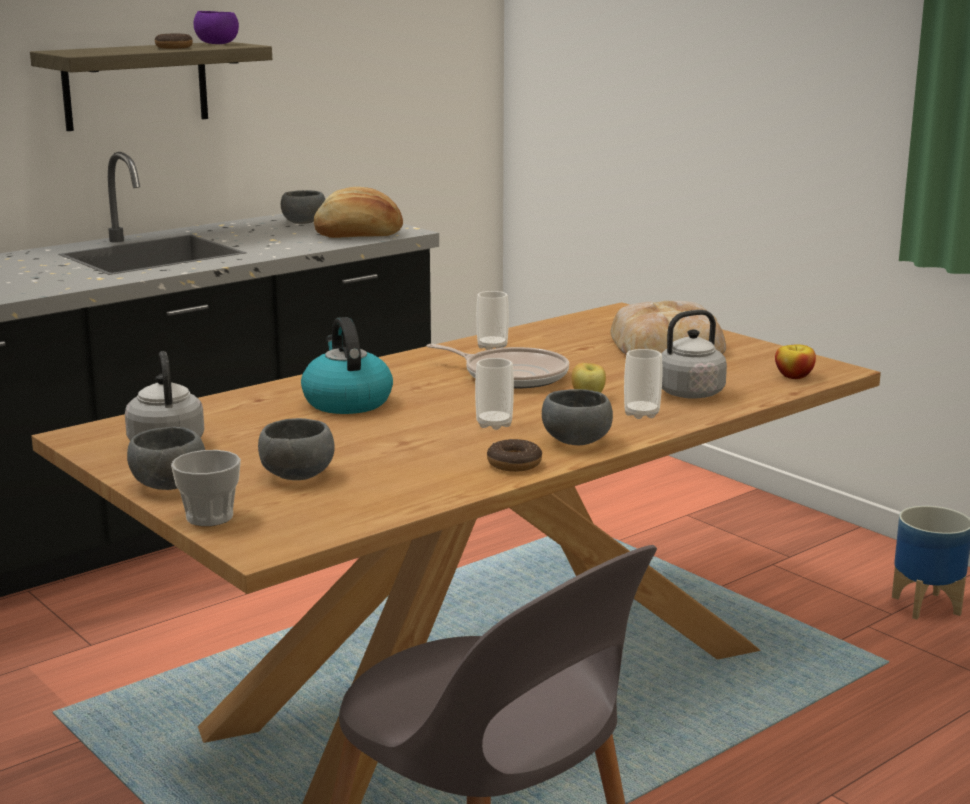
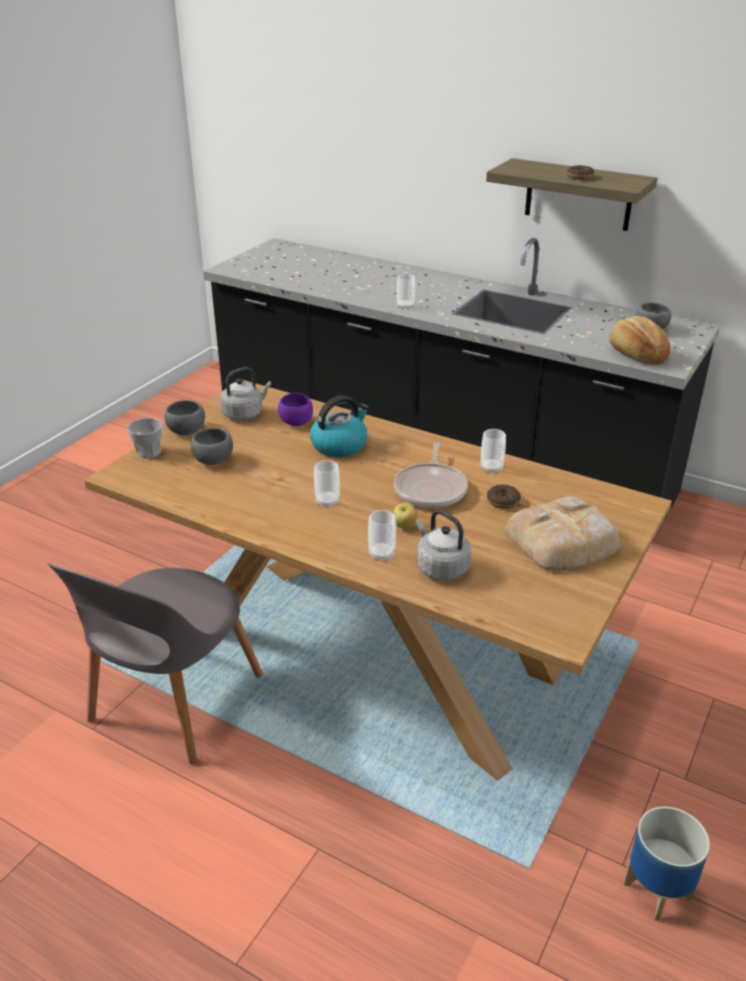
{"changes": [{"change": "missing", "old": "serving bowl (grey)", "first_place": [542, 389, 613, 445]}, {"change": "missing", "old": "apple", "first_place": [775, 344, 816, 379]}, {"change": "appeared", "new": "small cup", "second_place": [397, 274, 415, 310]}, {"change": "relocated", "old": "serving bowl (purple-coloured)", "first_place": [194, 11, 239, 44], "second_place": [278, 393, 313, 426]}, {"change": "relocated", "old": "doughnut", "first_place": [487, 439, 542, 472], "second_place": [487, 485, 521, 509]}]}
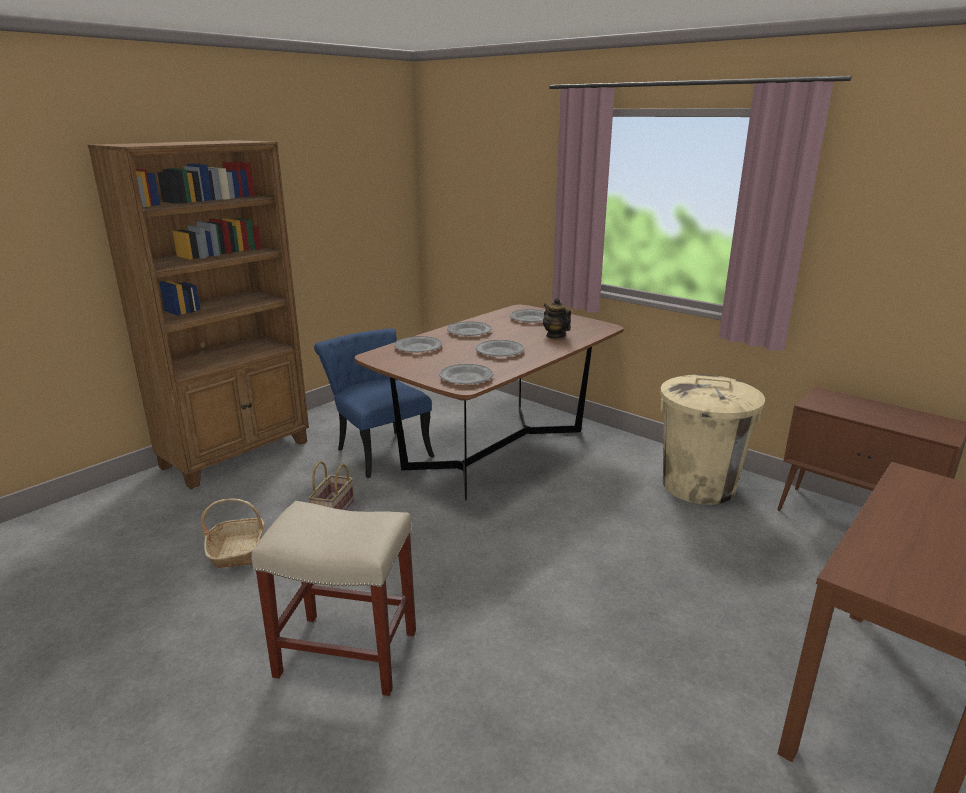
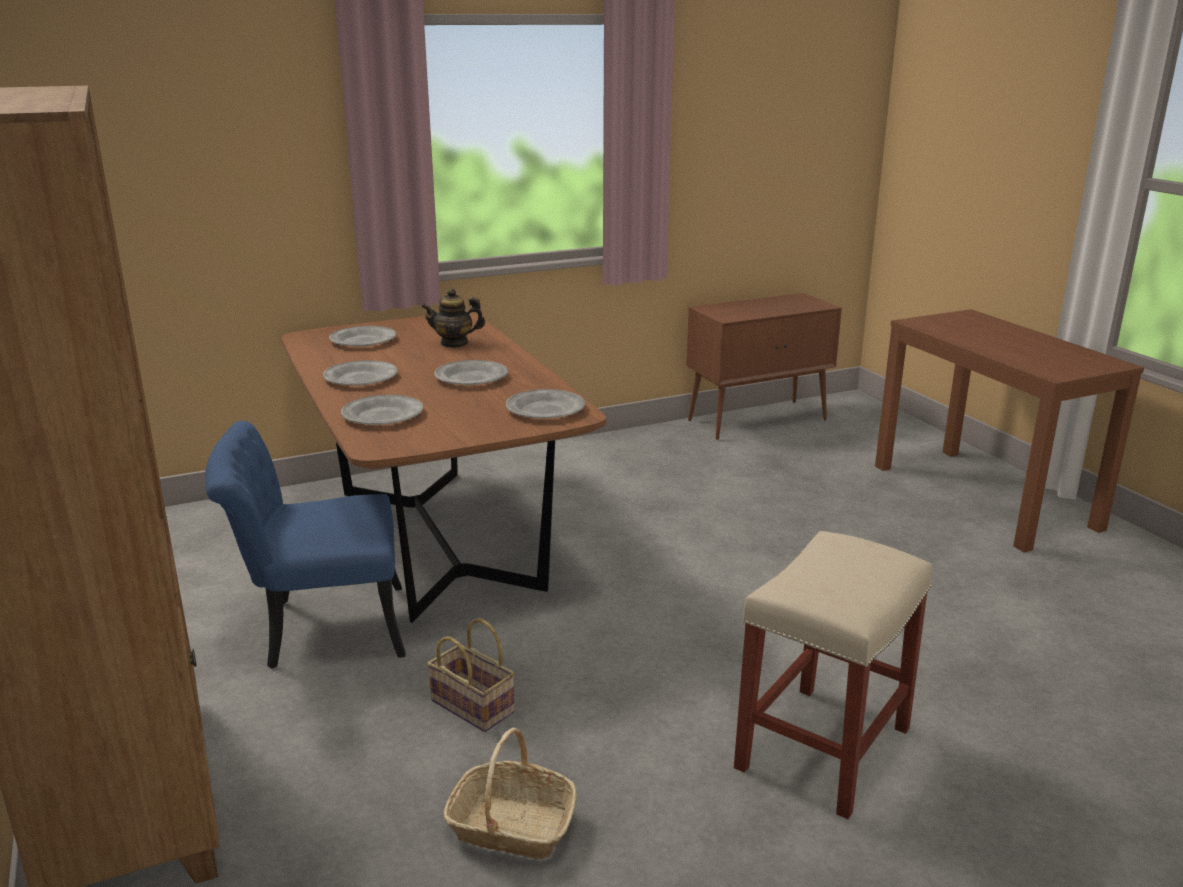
{"changes": [{"change": "missing", "old": "rubbish bin (beige-coloured)", "first_place": [660, 375, 765, 505]}]}
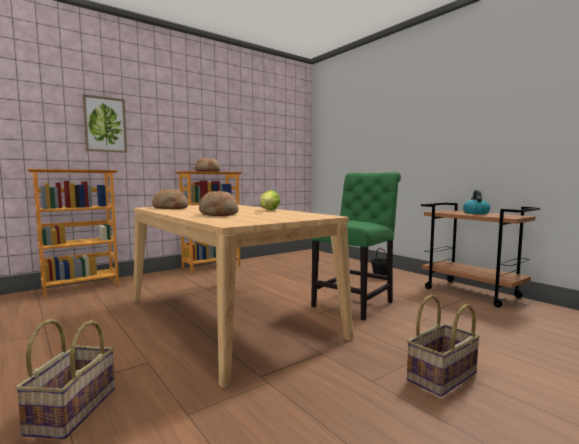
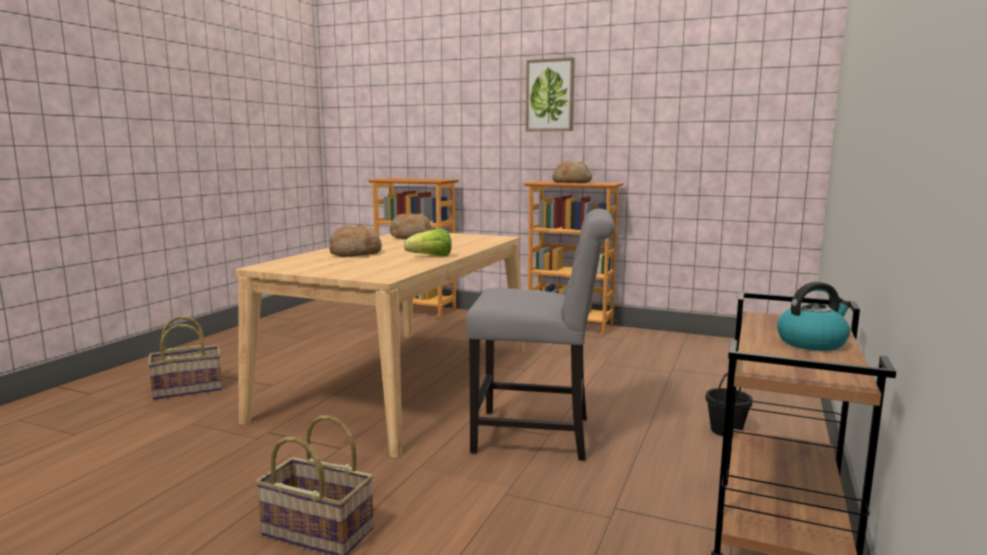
{"changes": [{"change": "relocated", "old": "wall picture", "first_place": [83, 94, 127, 153], "second_place": [526, 57, 575, 131]}, {"change": "colour", "old": "plain chair (green-coloured)", "new": "plain chair (grey)", "first_place": [311, 172, 401, 321], "second_place": [466, 209, 615, 461]}]}
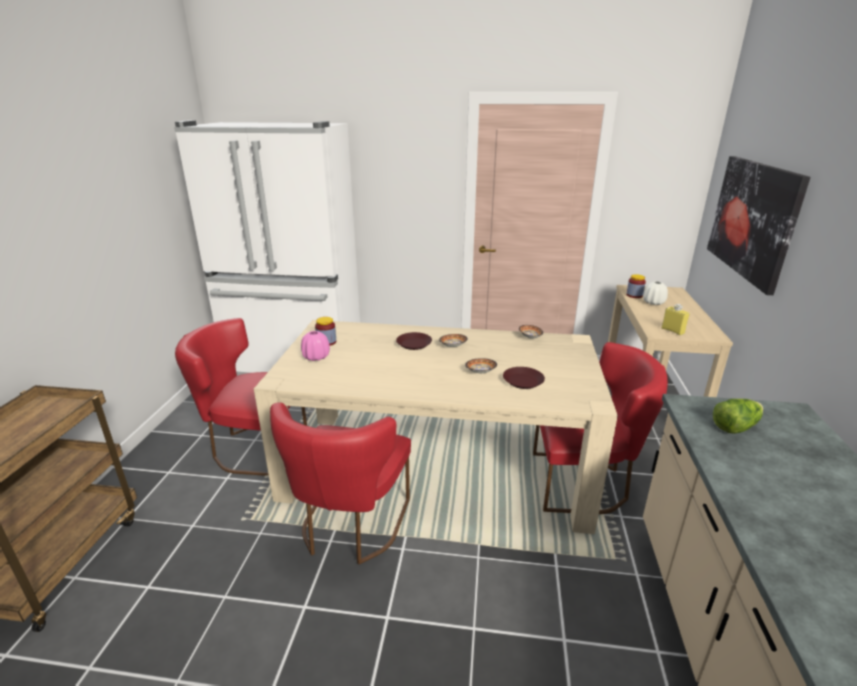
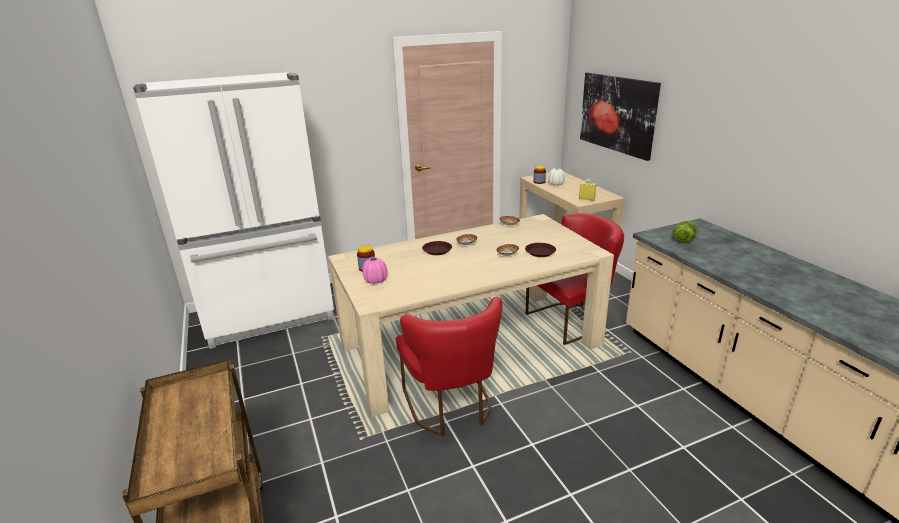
{"changes": [{"change": "missing", "old": "plain chair (reddish)", "first_place": [175, 318, 307, 476]}]}
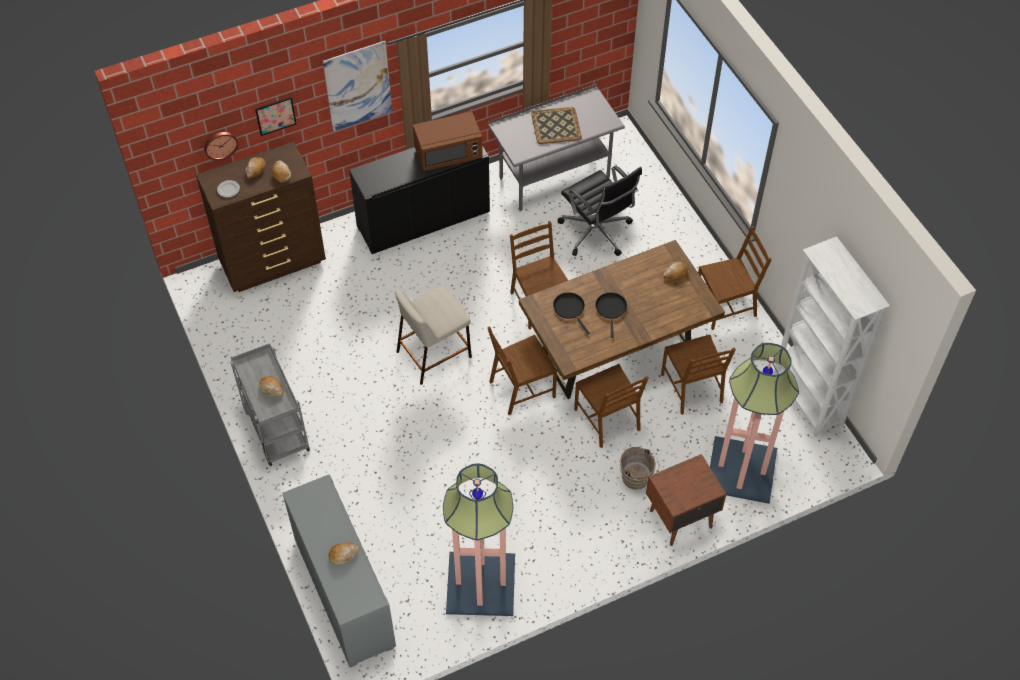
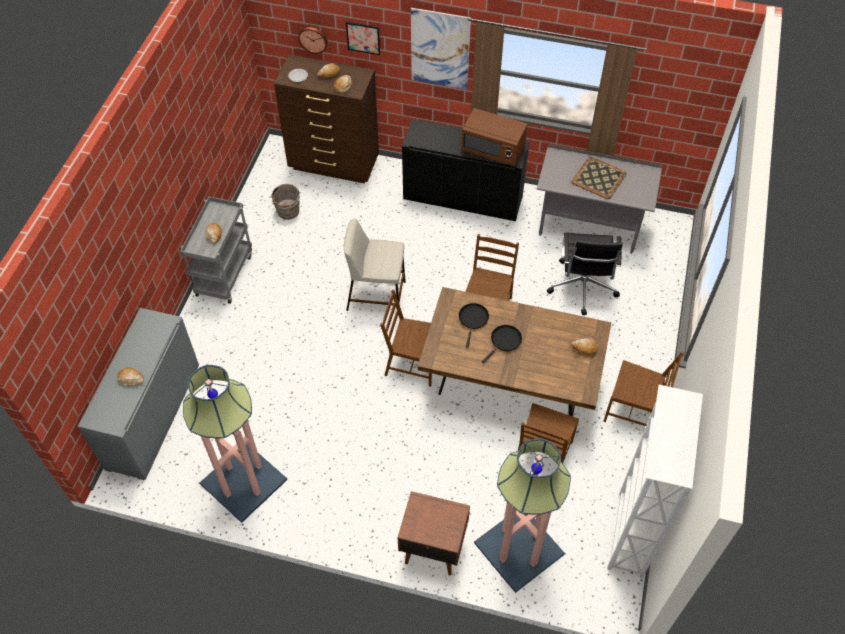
{"changes": [{"change": "missing", "old": "plain chair (brownish)", "first_place": [574, 364, 648, 448]}, {"change": "relocated", "old": "water bucket (brownish)", "first_place": [620, 447, 659, 490], "second_place": [270, 184, 301, 220]}]}
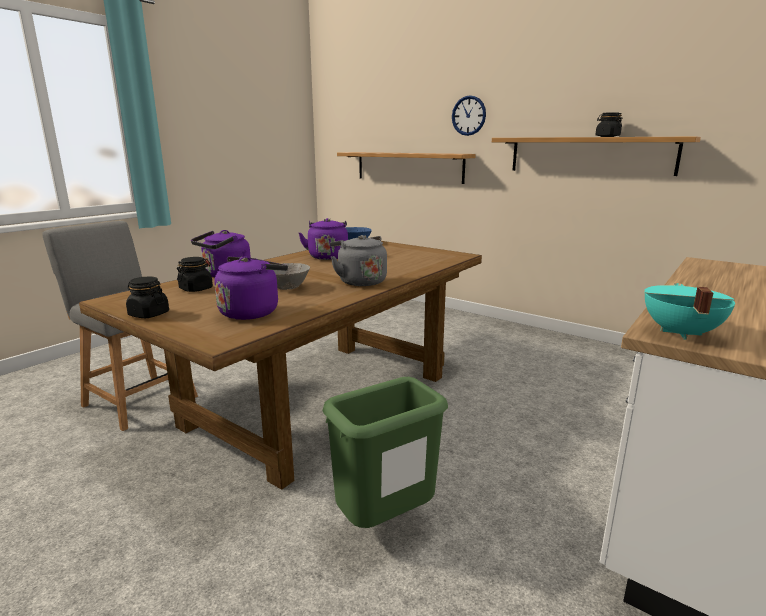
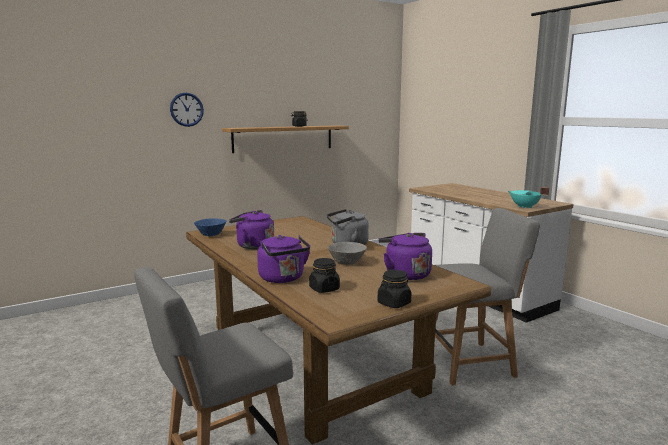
{"changes": [{"change": "missing", "old": "shelf", "first_place": [337, 152, 476, 184]}, {"change": "exchanged", "old": "rubbish bin (green-coloured)", "new": "plain chair (grey)", "first_place": [322, 377, 448, 528], "second_place": [435, 208, 540, 386]}]}
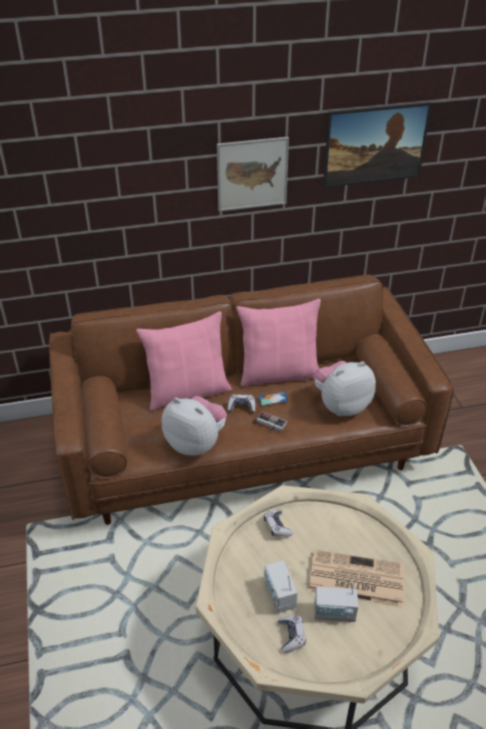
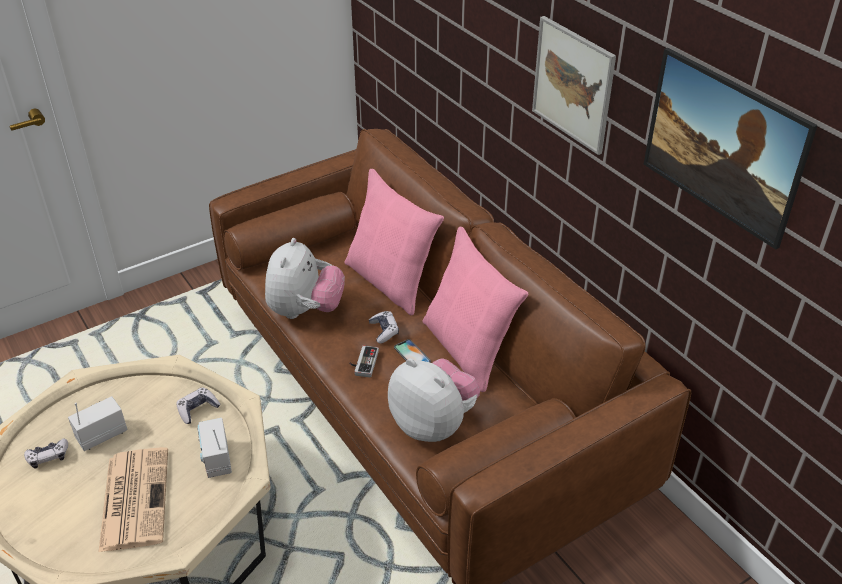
{"changes": [{"change": "relocated", "old": "radio set", "first_place": [315, 581, 358, 622], "second_place": [197, 418, 232, 478]}]}
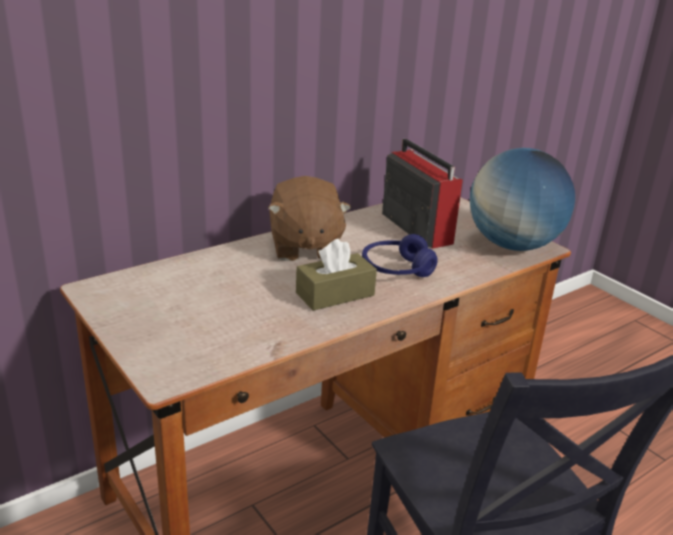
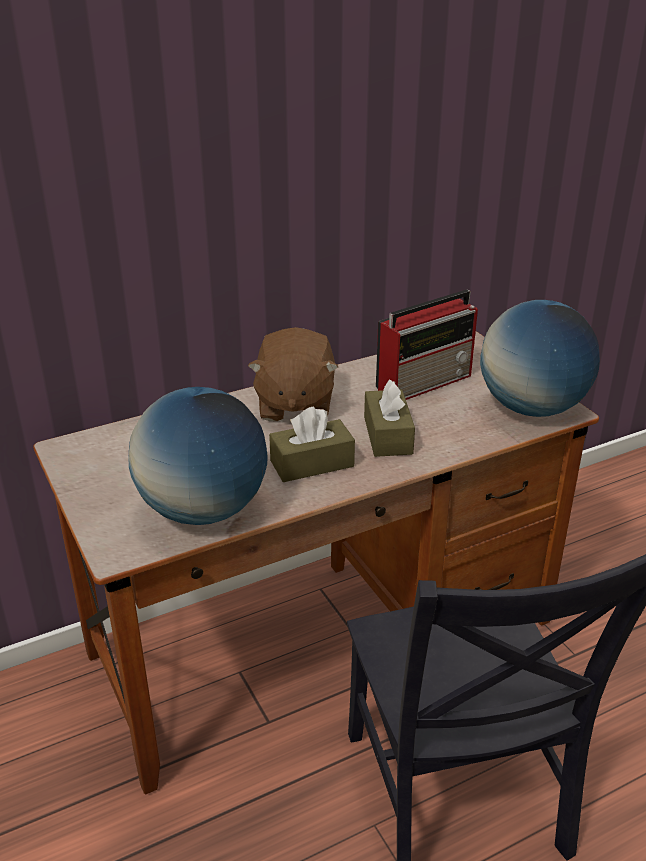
{"changes": [{"change": "appeared", "new": "world globe", "second_place": [128, 387, 268, 525]}, {"change": "exchanged", "old": "headphones (bluish)", "new": "tissue box (brownish)", "first_place": [362, 234, 438, 277], "second_place": [364, 380, 415, 457]}, {"change": "spun", "old": "radio set", "first_place": [382, 139, 463, 249], "second_place": [376, 289, 478, 400], "degrees": 75}]}
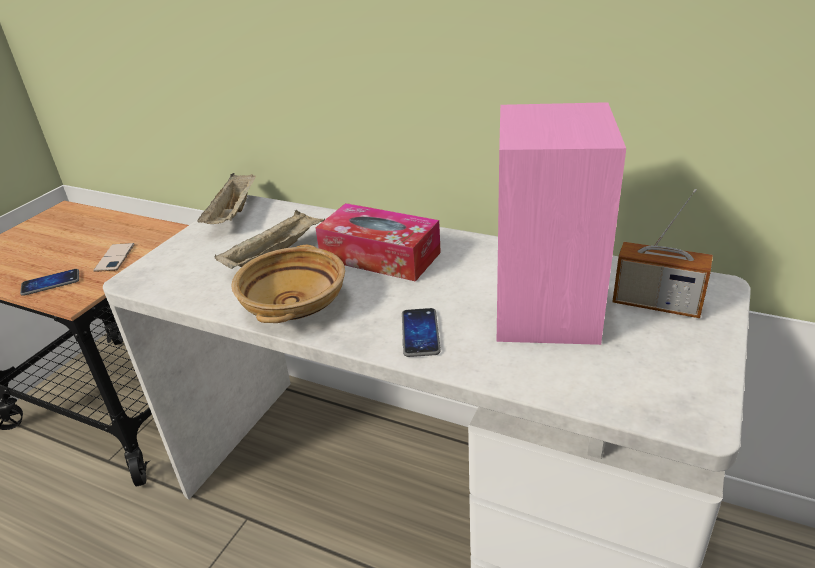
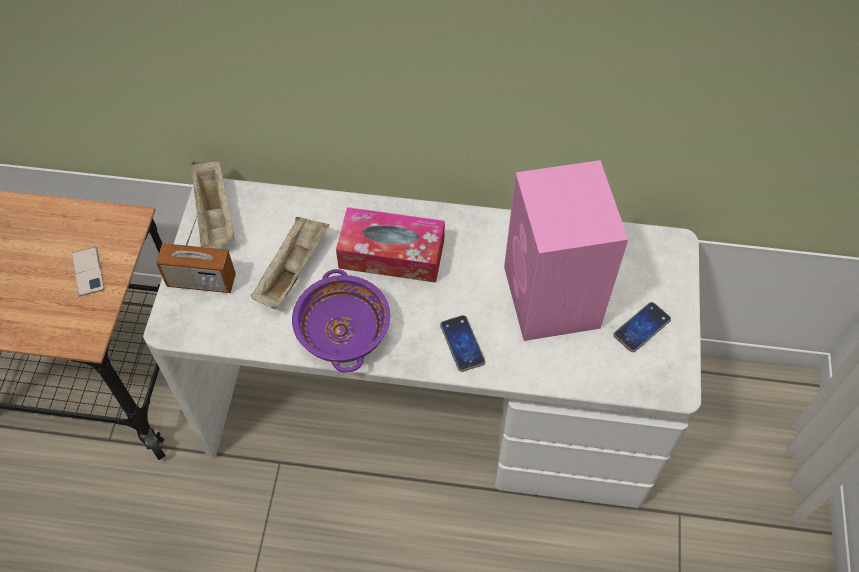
{"changes": [{"change": "relocated", "old": "handset", "first_place": [20, 269, 79, 296], "second_place": [613, 302, 671, 352]}, {"change": "relocated", "old": "radio set", "first_place": [612, 189, 713, 318], "second_place": [156, 214, 236, 293]}, {"change": "colour", "old": "serving bowl (beige-coloured)", "new": "serving bowl (purple-coloured)", "first_place": [231, 245, 345, 323], "second_place": [292, 269, 390, 373]}]}
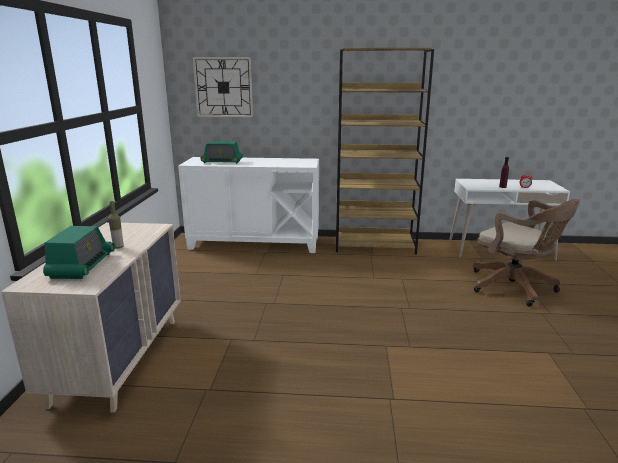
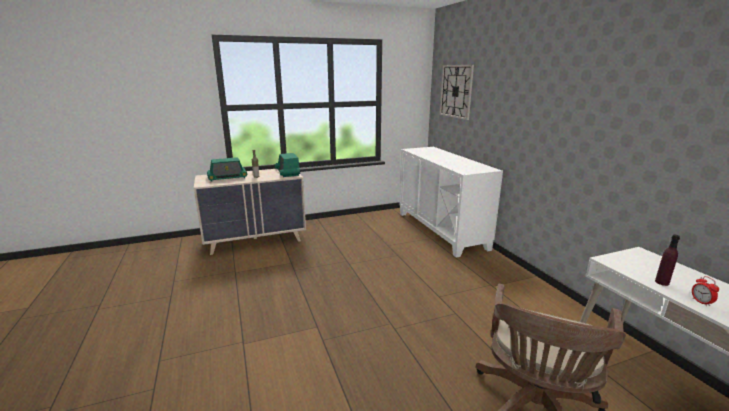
{"changes": [{"change": "missing", "old": "bookshelf (brownish)", "first_place": [336, 48, 434, 255]}, {"change": "relocated", "old": "radio set", "first_place": [200, 141, 243, 164], "second_place": [275, 153, 300, 177]}]}
